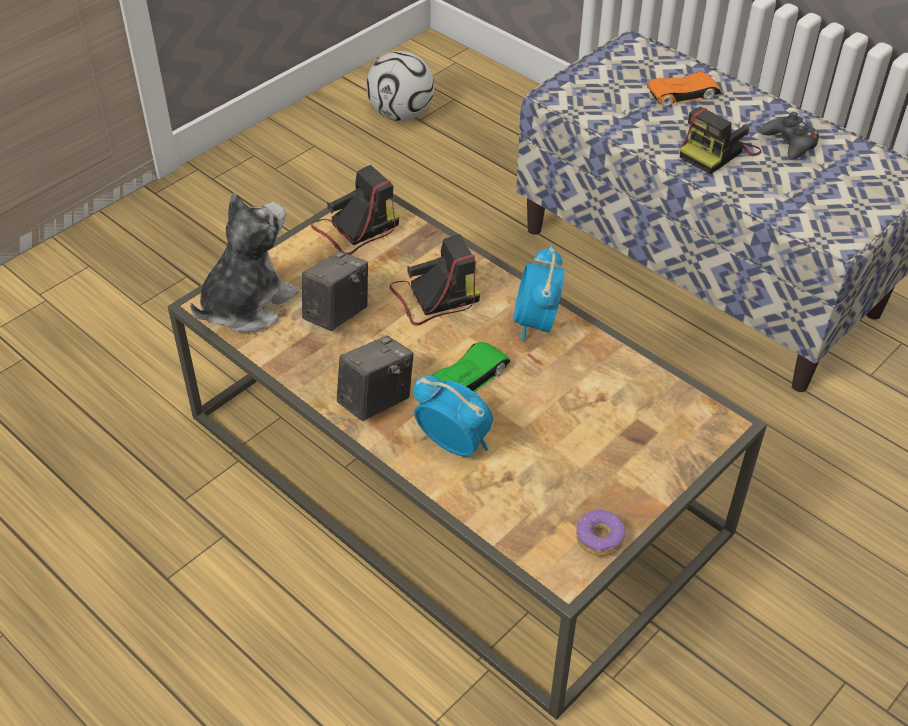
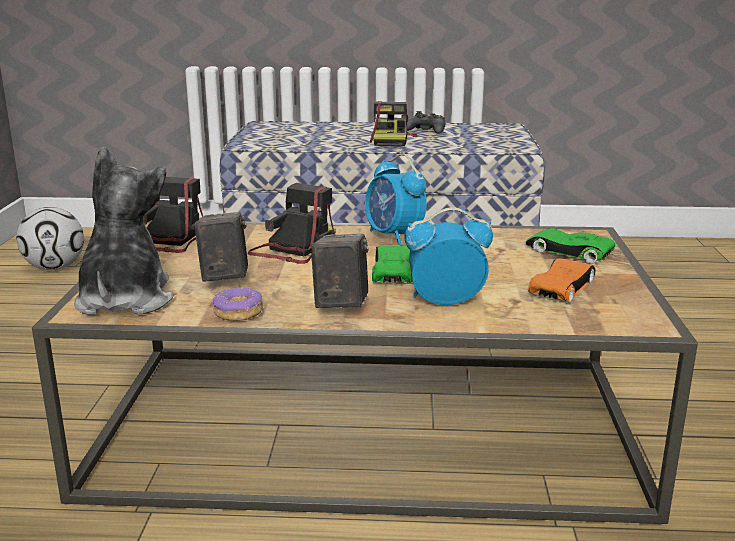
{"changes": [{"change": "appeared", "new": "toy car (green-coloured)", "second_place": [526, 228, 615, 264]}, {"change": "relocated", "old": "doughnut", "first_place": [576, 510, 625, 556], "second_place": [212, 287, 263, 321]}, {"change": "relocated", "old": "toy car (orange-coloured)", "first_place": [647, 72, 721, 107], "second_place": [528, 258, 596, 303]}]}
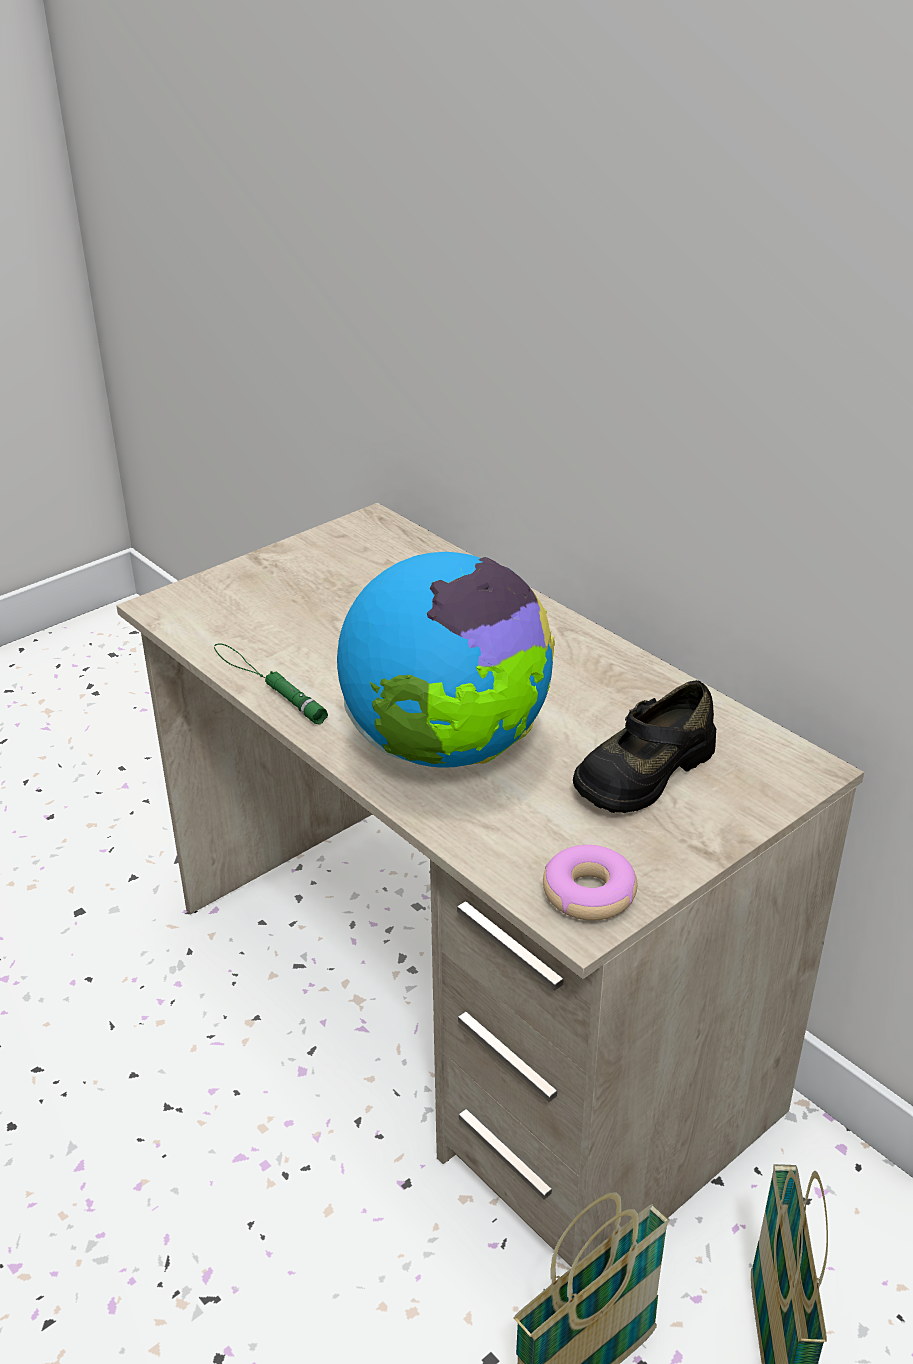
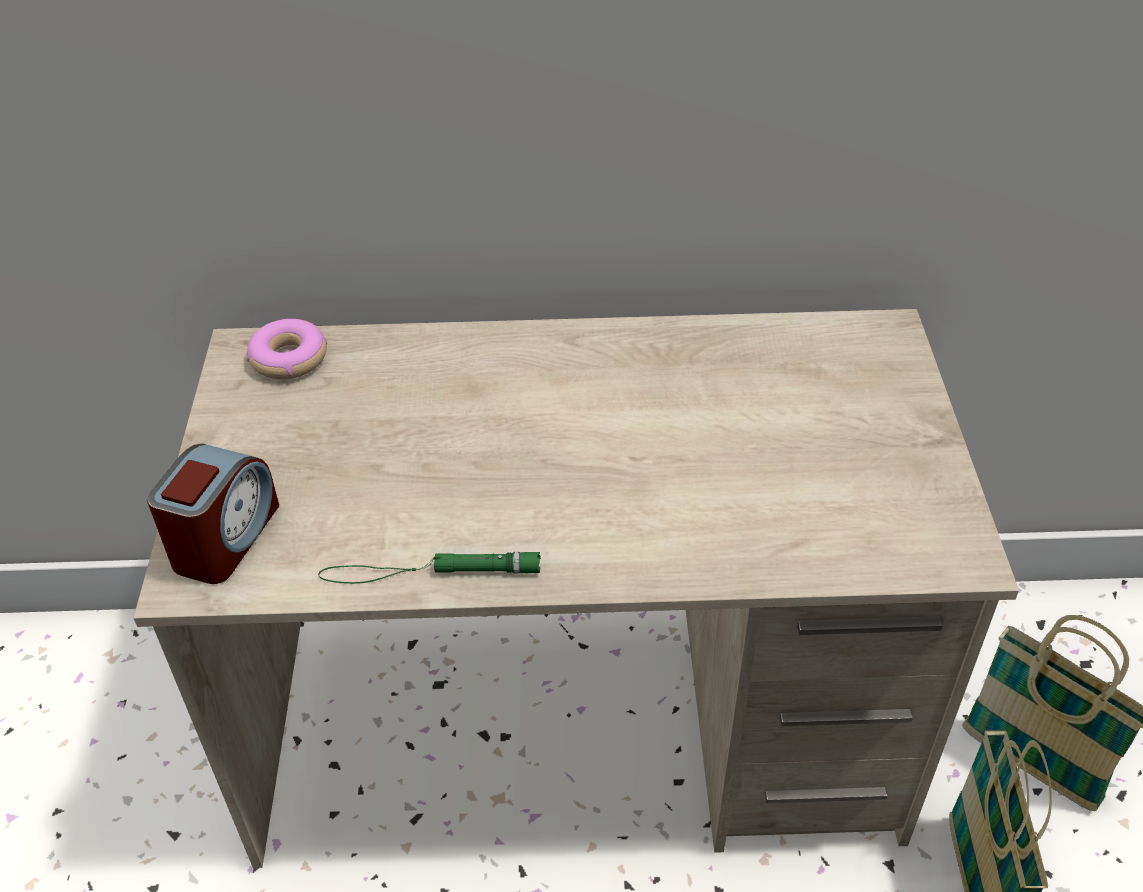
{"changes": [{"change": "missing", "old": "world globe", "first_place": [337, 552, 555, 768]}, {"change": "missing", "old": "shoe (black-coloured)", "first_place": [573, 680, 716, 813]}, {"change": "appeared", "new": "alarm clock", "second_place": [147, 443, 279, 584]}, {"change": "relocated", "old": "doughnut", "first_place": [543, 845, 637, 921], "second_place": [247, 319, 327, 379]}]}
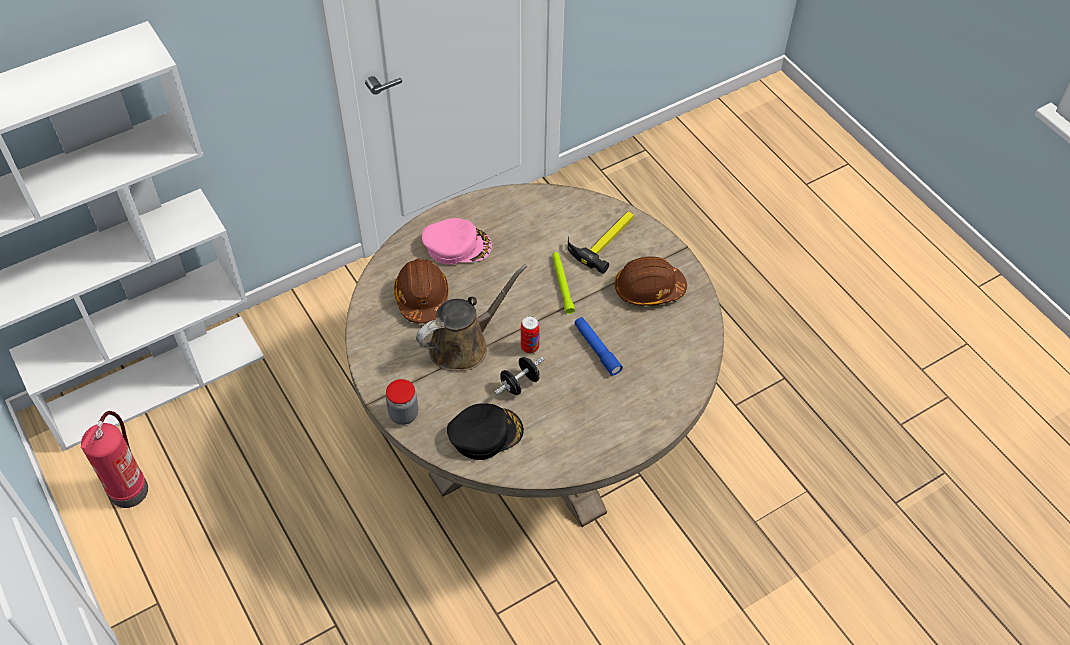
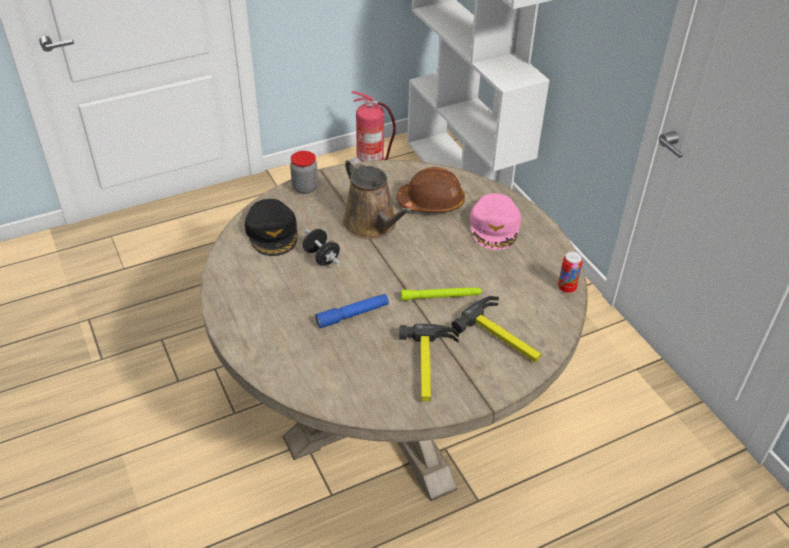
{"changes": [{"change": "relocated", "old": "can", "first_place": [521, 316, 540, 353], "second_place": [558, 251, 582, 293]}, {"change": "exchanged", "old": "work helmet (brownish)", "new": "hand hammer", "first_place": [615, 257, 687, 306], "second_place": [399, 324, 459, 401]}]}
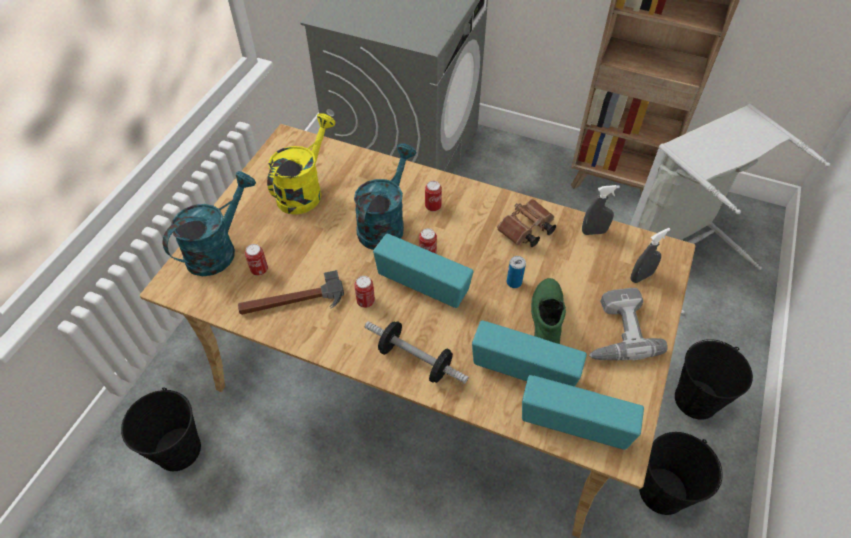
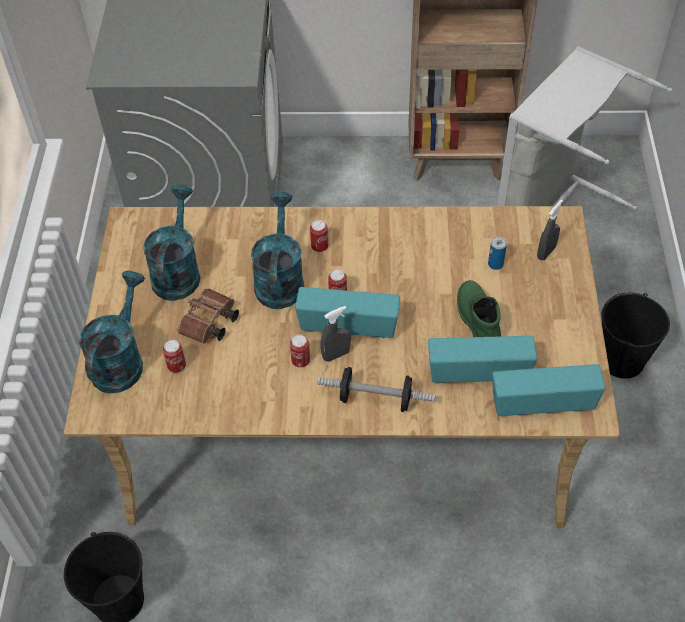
{"changes": [{"change": "missing", "old": "hand hammer", "first_place": [238, 270, 344, 315]}, {"change": "missing", "old": "drill", "first_place": [589, 288, 668, 360]}, {"change": "missing", "old": "water bucket (black-coloured)", "first_place": [639, 432, 723, 515]}, {"change": "relocated", "old": "field glasses (brownish)", "first_place": [497, 199, 556, 247], "second_place": [177, 289, 239, 344]}, {"change": "relocated", "old": "can", "first_place": [506, 256, 526, 288], "second_place": [488, 237, 507, 270]}, {"change": "relocated", "old": "hand sprayer (grey)", "first_place": [582, 185, 620, 235], "second_place": [321, 306, 351, 362]}, {"change": "colour", "old": "watering pot (yellowish)", "new": "watering pot (turquoise)", "first_place": [267, 113, 336, 214], "second_place": [143, 184, 200, 301]}]}
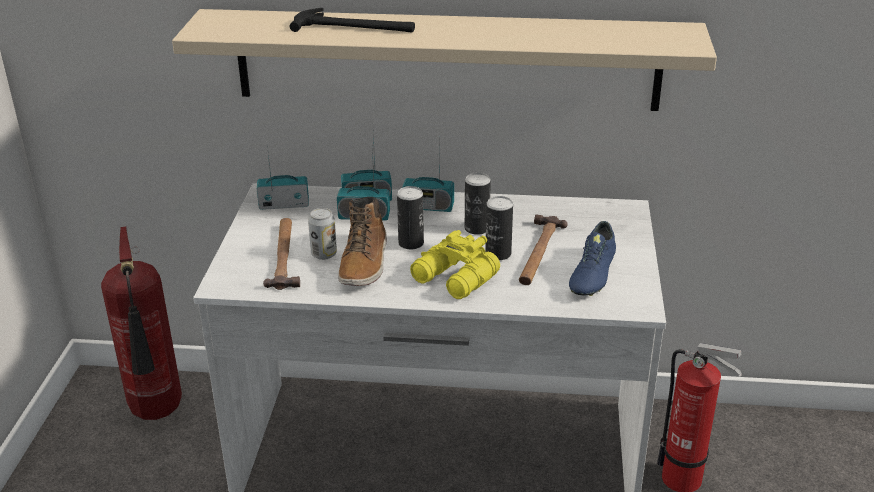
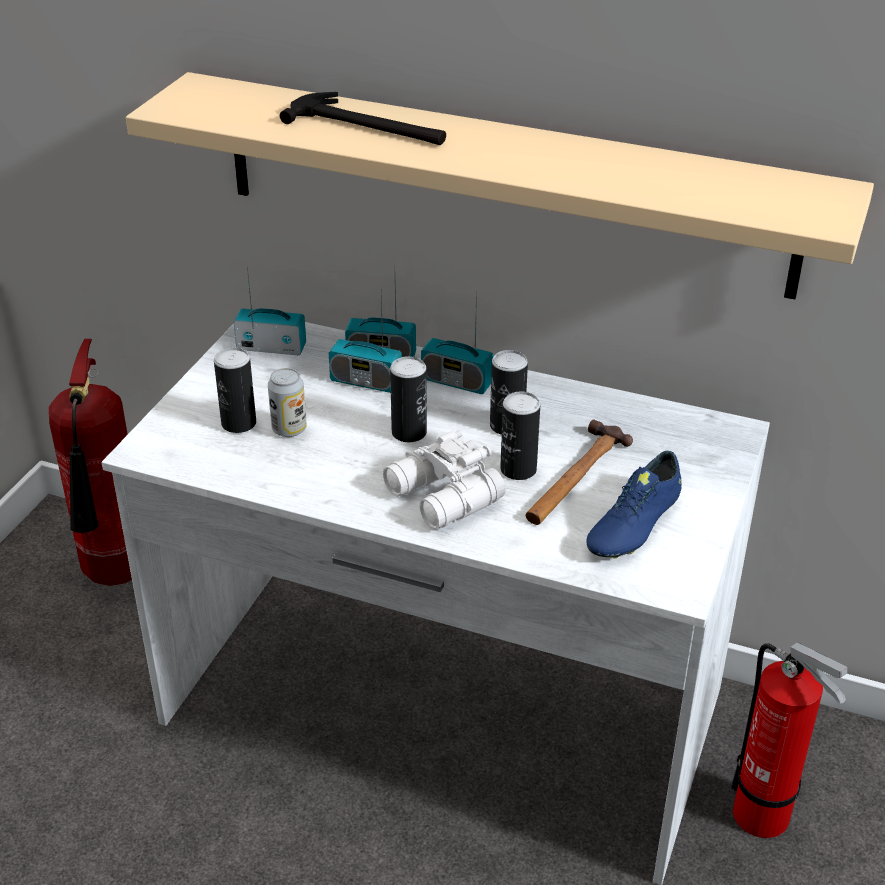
{"changes": [{"change": "missing", "old": "tall boot", "first_place": [338, 197, 387, 286]}, {"change": "exchanged", "old": "hand hammer", "new": "can", "first_place": [263, 218, 300, 290], "second_place": [214, 348, 256, 433]}, {"change": "colour", "old": "field glasses (yellowish)", "new": "field glasses (white-coloured)", "first_place": [410, 230, 500, 299], "second_place": [383, 430, 506, 529]}]}
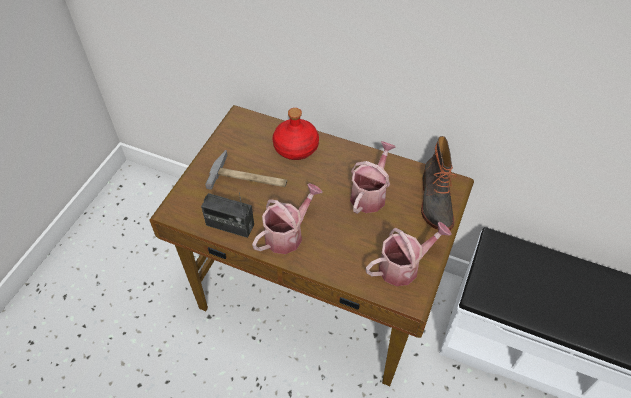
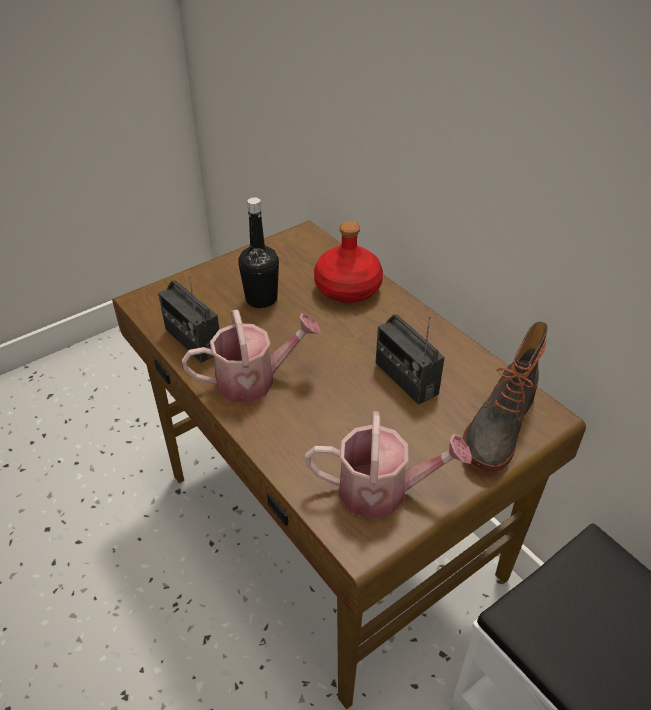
{"changes": [{"change": "exchanged", "old": "hand hammer", "new": "drink bottle (black-coloured)", "first_place": [205, 150, 287, 190], "second_place": [238, 197, 279, 308]}, {"change": "exchanged", "old": "watering pot", "new": "radio set", "first_place": [350, 141, 396, 214], "second_place": [376, 314, 445, 405]}]}
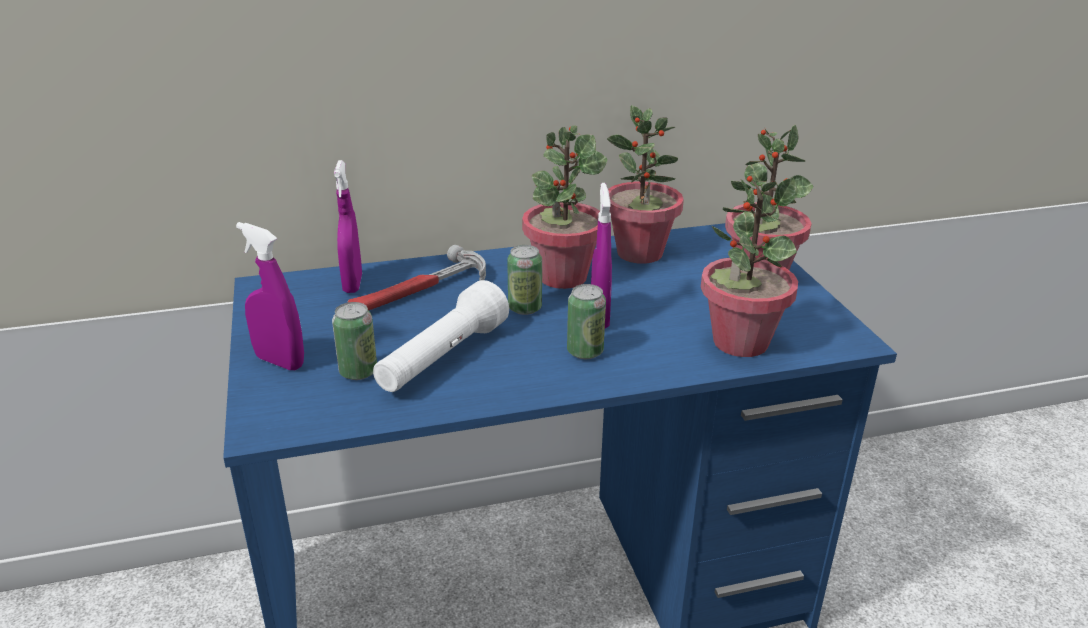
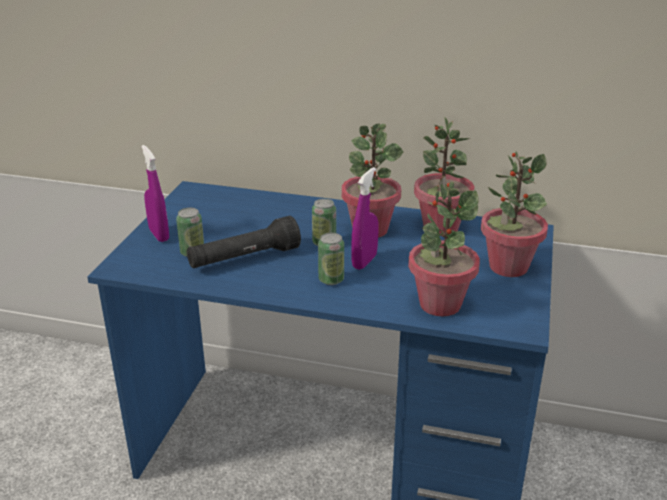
{"changes": [{"change": "missing", "old": "hand sprayer (purple-coloured)", "first_place": [334, 160, 362, 293]}, {"change": "missing", "old": "hand hammer", "first_place": [347, 245, 486, 311]}, {"change": "colour", "old": "torch (white-coloured)", "new": "torch (black-coloured)", "first_place": [373, 280, 509, 392], "second_place": [187, 216, 301, 268]}]}
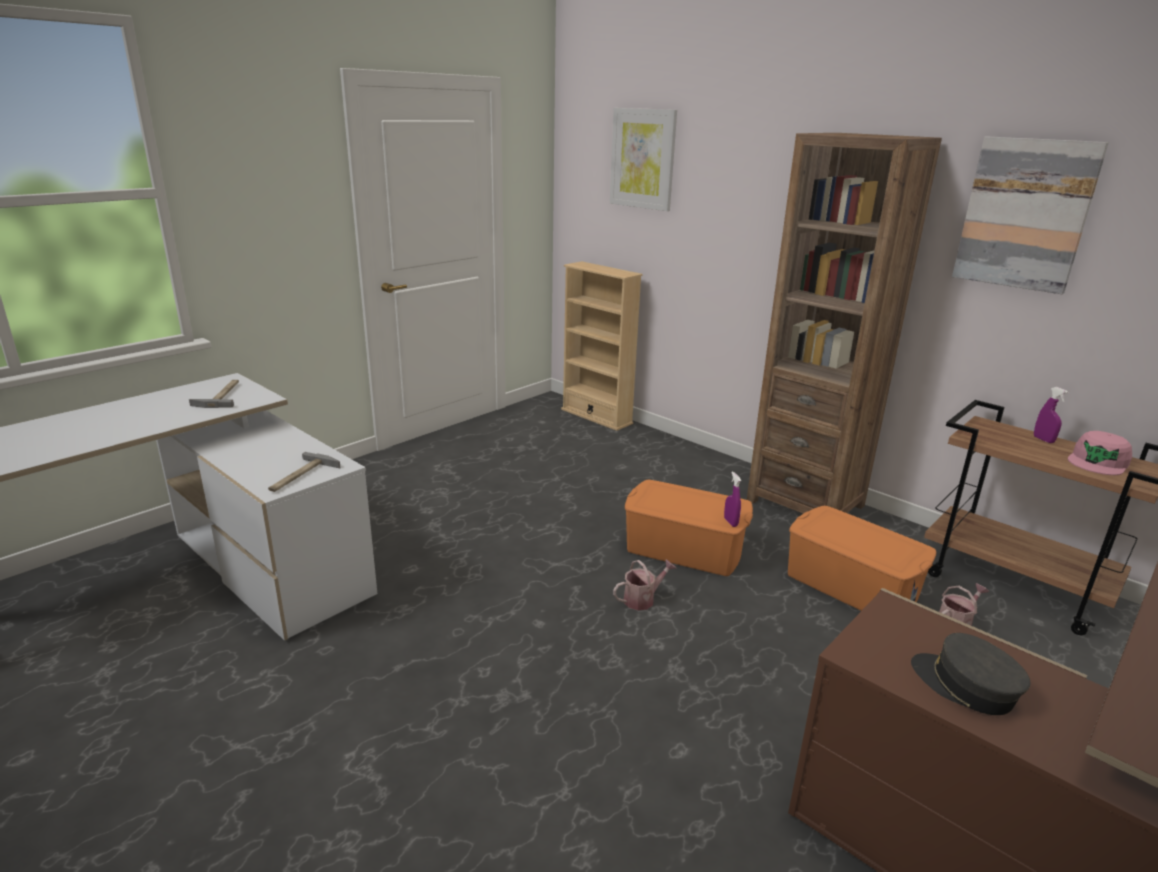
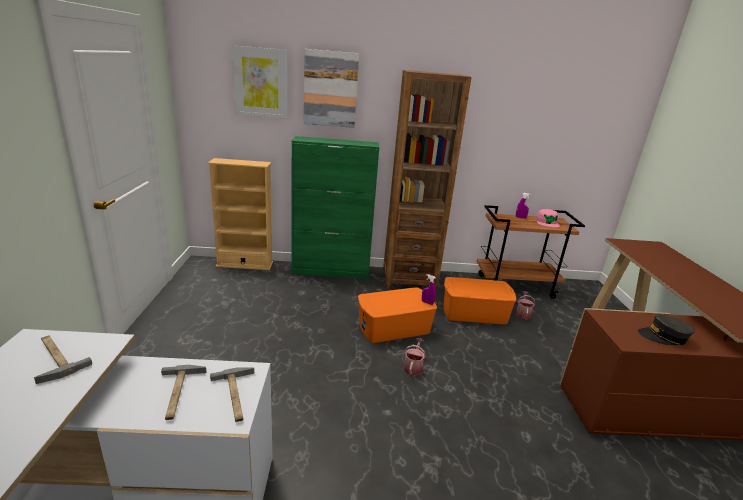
{"changes": [{"change": "appeared", "new": "hand hammer", "second_place": [161, 365, 207, 420]}, {"change": "appeared", "new": "storage cabinet (green-coloured)", "second_place": [291, 136, 379, 279]}, {"change": "relocated", "old": "wall picture", "first_place": [952, 137, 1109, 294], "second_place": [304, 49, 359, 128]}]}
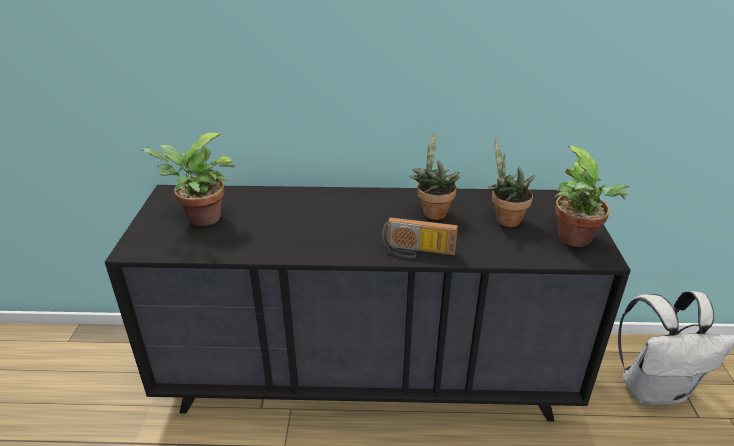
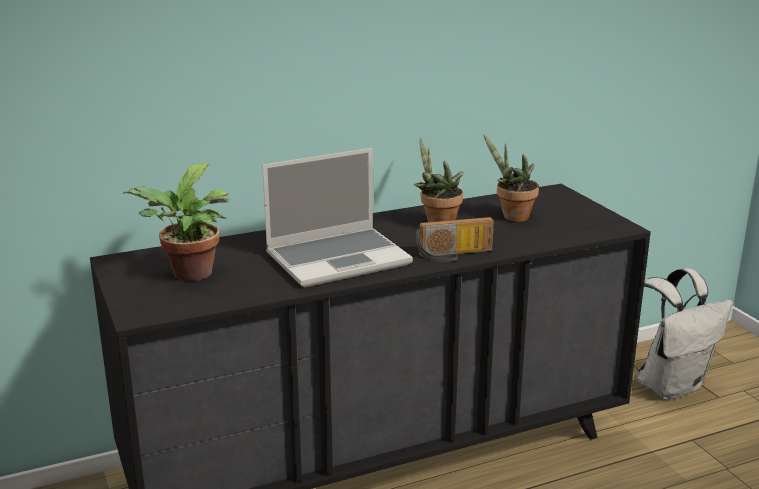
{"changes": [{"change": "missing", "old": "plant in a pot", "first_place": [554, 145, 629, 247]}, {"change": "appeared", "new": "laptop", "second_place": [262, 148, 413, 288]}]}
